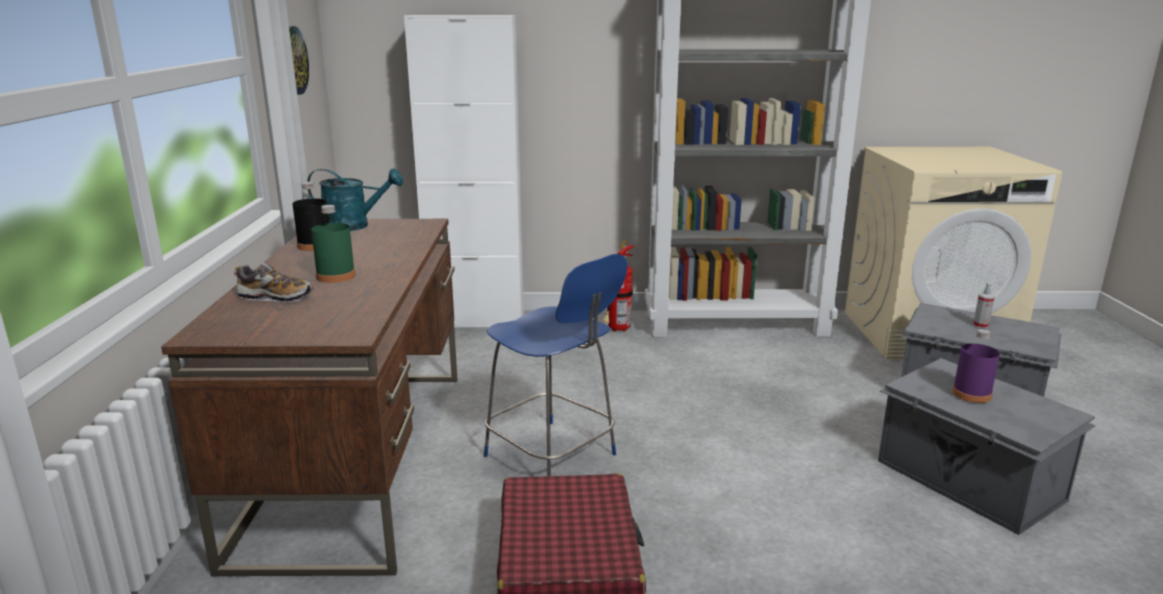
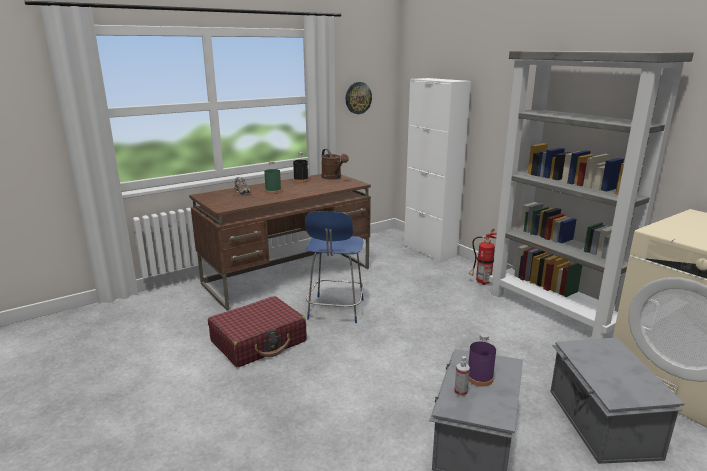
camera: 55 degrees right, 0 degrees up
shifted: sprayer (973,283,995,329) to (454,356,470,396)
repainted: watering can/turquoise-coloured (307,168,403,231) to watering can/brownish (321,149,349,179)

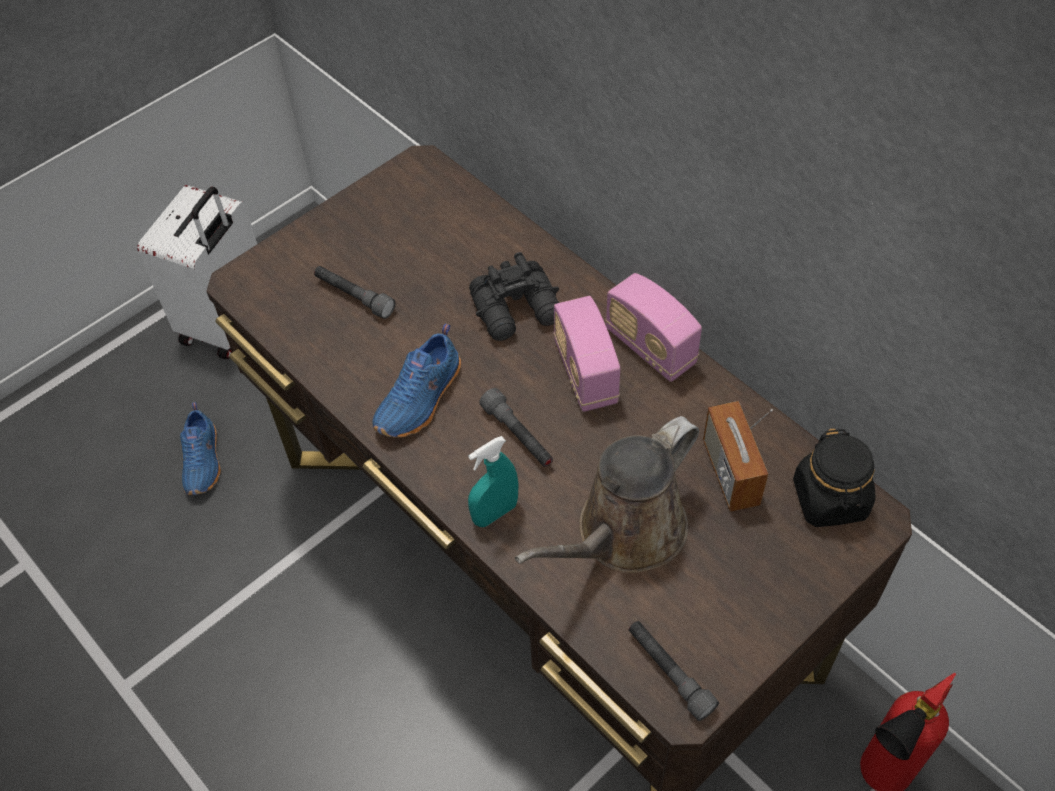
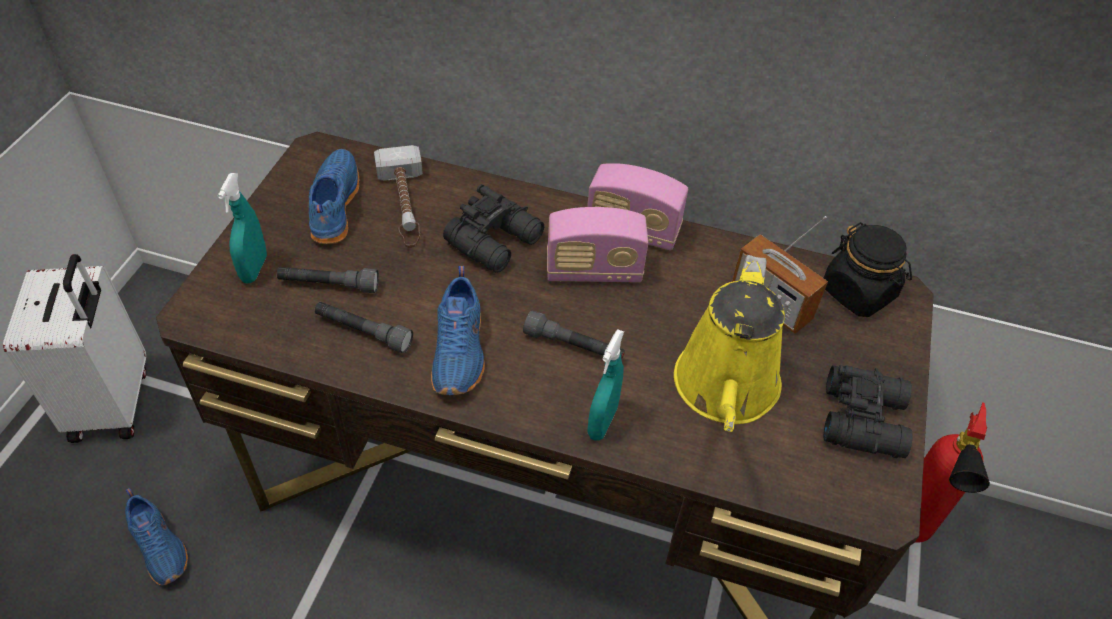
camera: 35 degrees left, 5 degrees down
new: sprayer/turquoise-coloured (218,173,267,284); shoe/blue (309,149,359,244); tool hammer (374,145,423,248); field glasses/black-coloured (823,365,913,458)
shifted: hand torch/grey (629,621,719,721) to (315,302,413,353)
repainted: watering can/brownish (515,416,699,573) to watering can/yellow (674,255,785,432)
rotated: radio receiver (554,296,620,412) = (547,207,648,283) 45 degrees counterclockwise

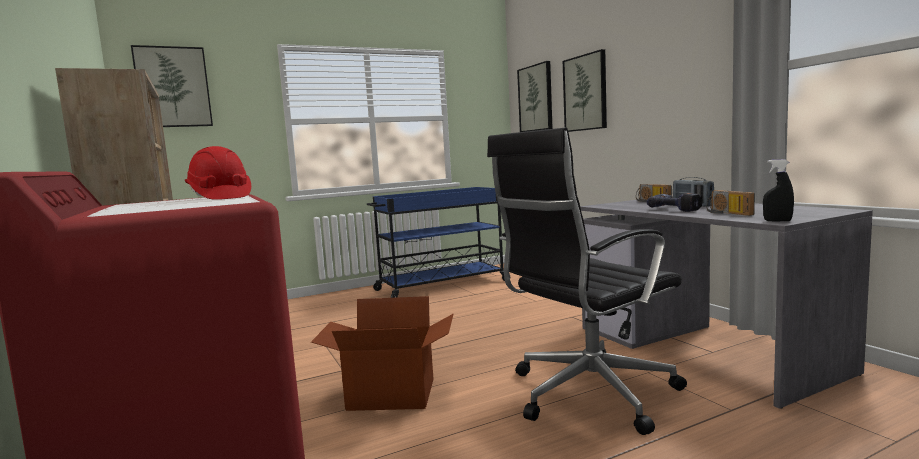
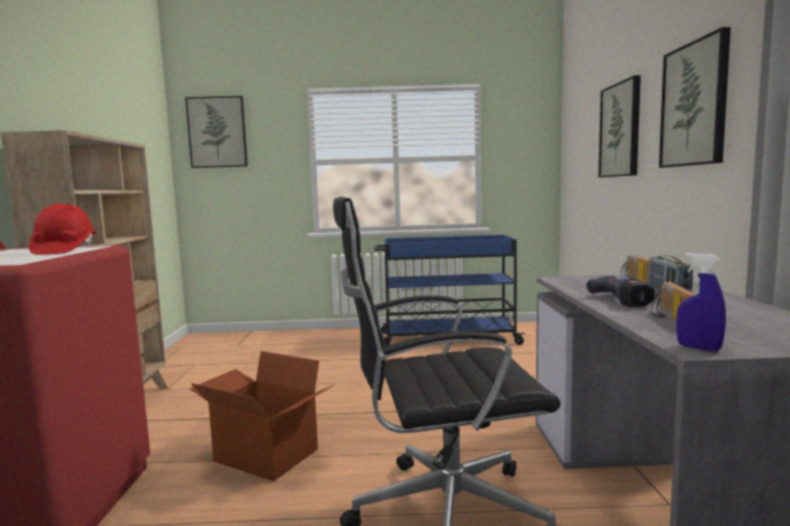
camera: 25 degrees right, 0 degrees up
shifted: wall picture (517,61,553,132) to (659,27,731,168)
repainted: sprayer/black-coloured (763,159,794,221) to sprayer/blue (677,253,726,351)

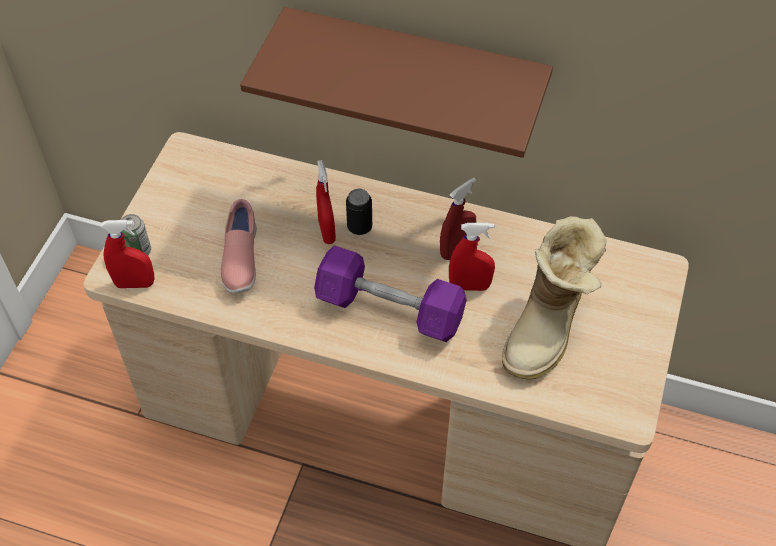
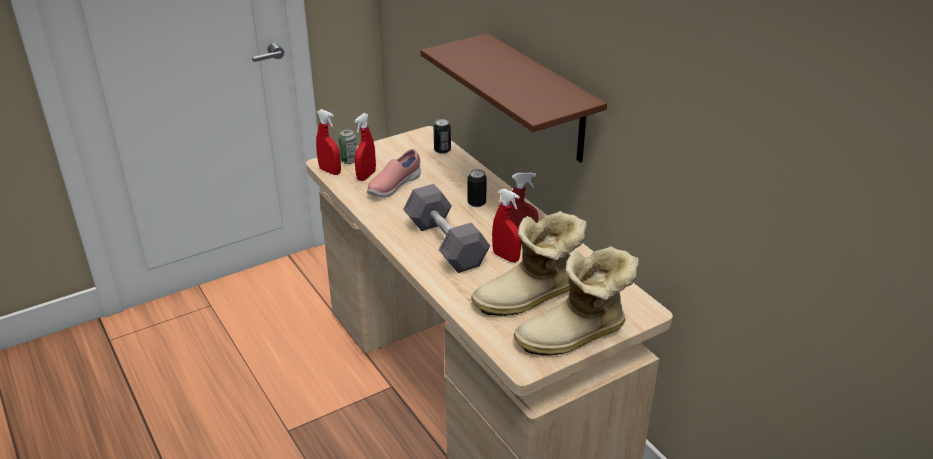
camera: 40 degrees right, 20 degrees down
new: sealed can (434,119,451,154); boot (514,246,639,356)
shifted: sprayer/red-coloured (316,160,336,244) to (355,113,376,181)
repainted: free weight/purplish (314,245,467,342) to free weight/grey (403,184,490,273)

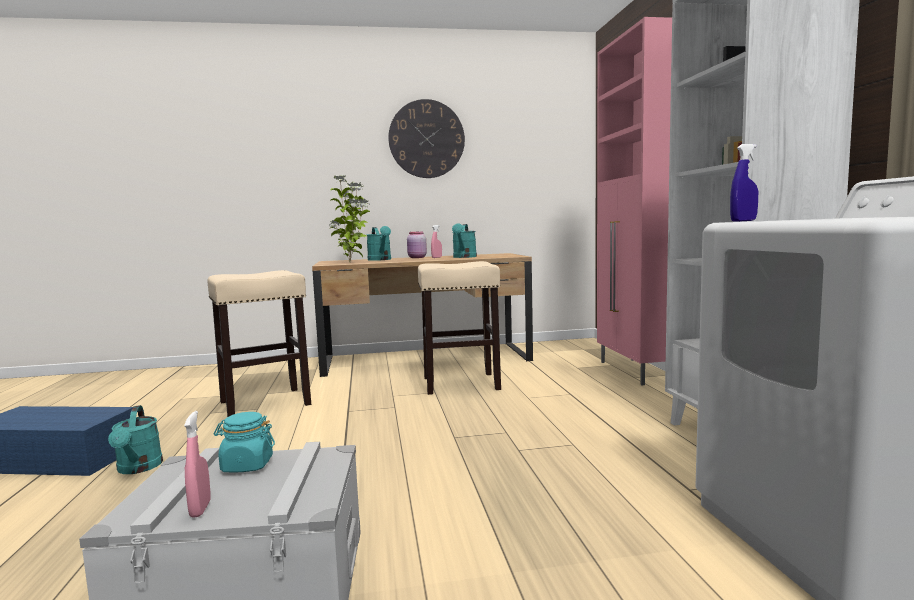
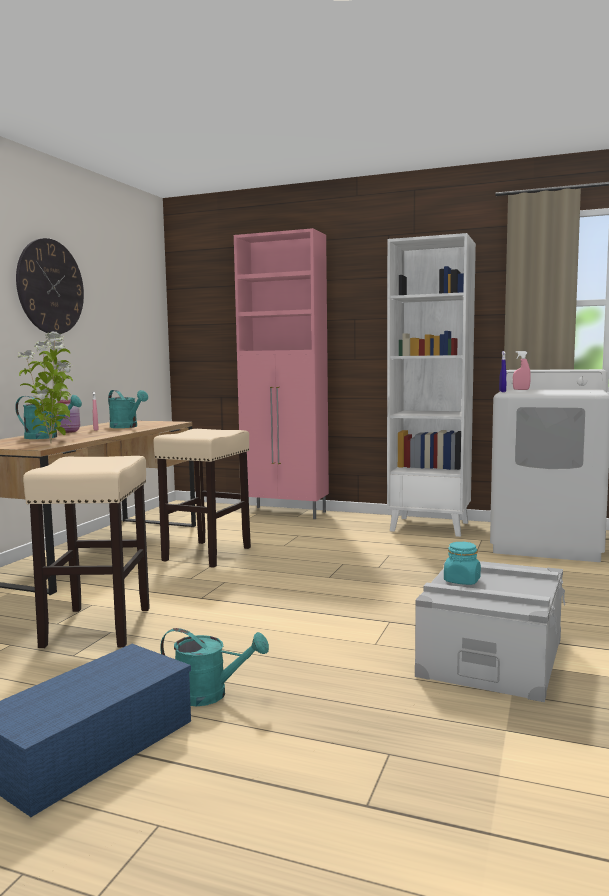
camera: 60 degrees left, 0 degrees up
shifted: sprayer/pink (184,411,211,518) to (513,351,531,390)

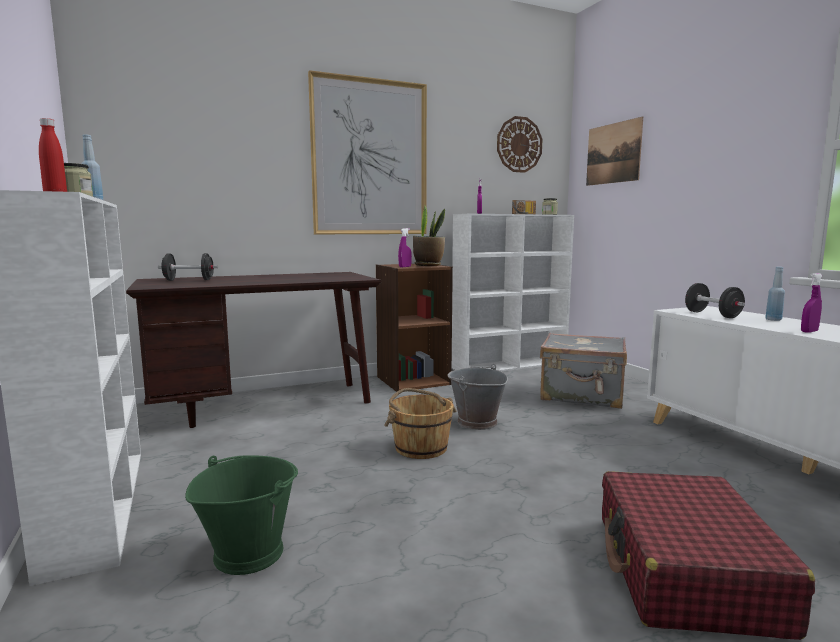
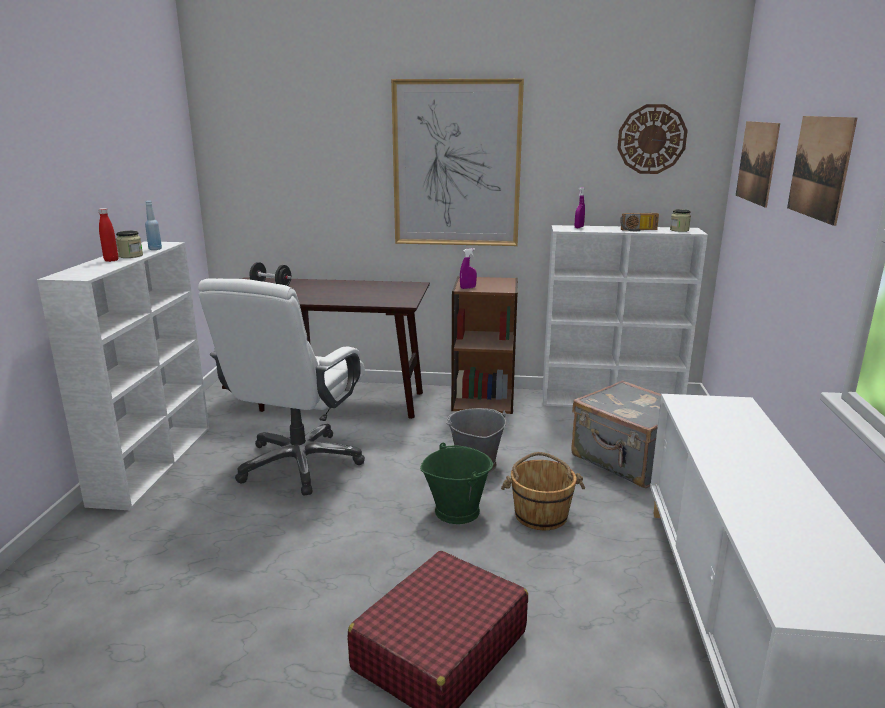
camera: 30 degrees right, 10 degrees up
gone: houseplant (413,205,445,266); free weight/black-coloured (685,283,745,318); drink bottle/blue (765,267,785,321); sprayer/purplish (801,273,822,333)
new: computer chair/whitish (198,279,365,496); wall picture (787,116,857,226)
shifted: pail/green-coloured (185,455,298,575) to (420,443,493,524); pail/brownish (384,388,456,459) to (501,452,585,530)

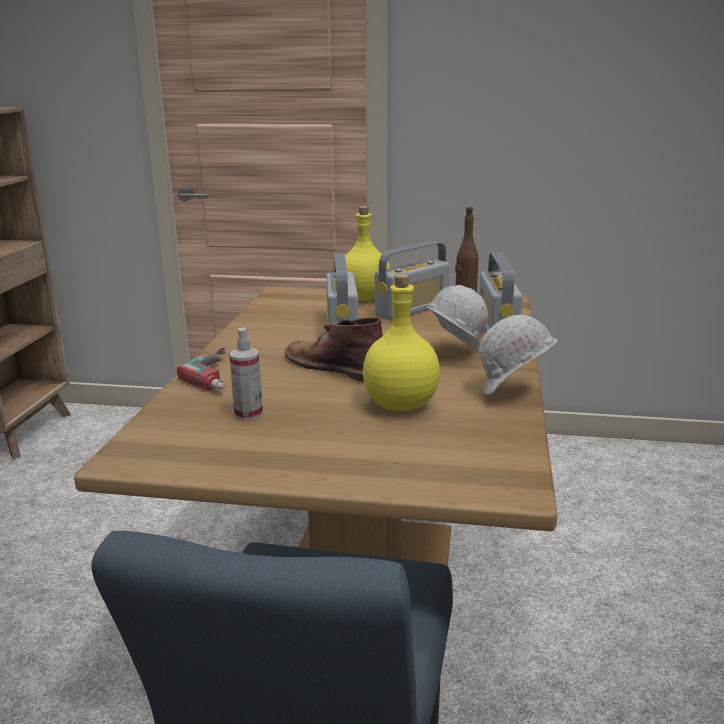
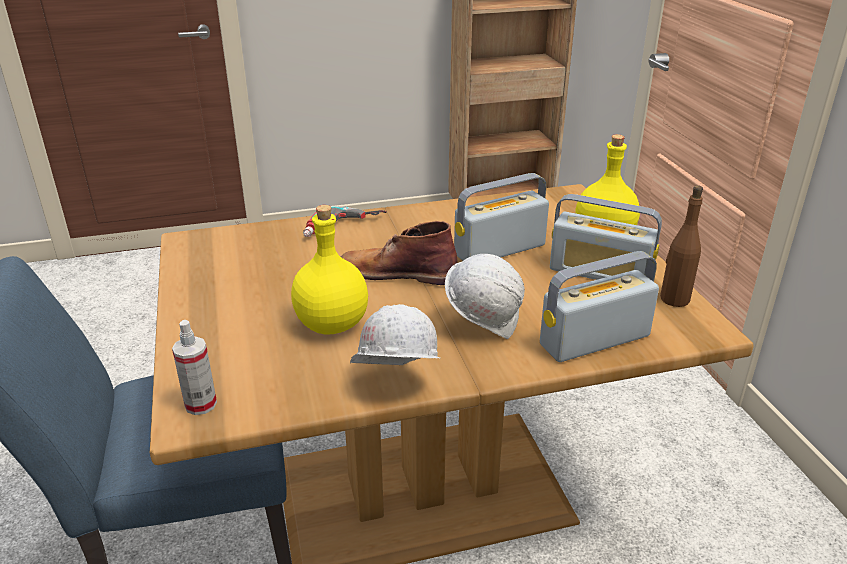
camera: 65 degrees right, 10 degrees up
shifted: sprayer (229,328,263,420) to (172,320,217,415)
rotated: boot/brownish (285,317,383,382) = (340,221,458,285) 90 degrees counterclockwise

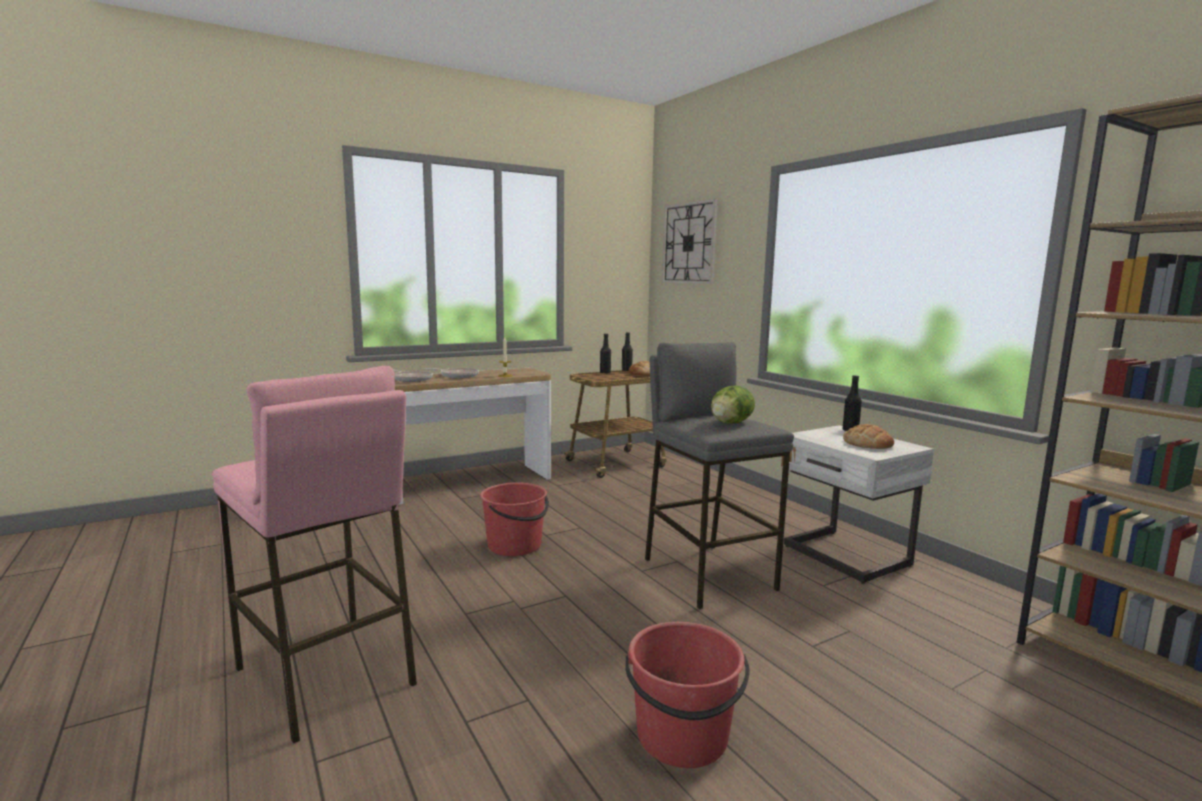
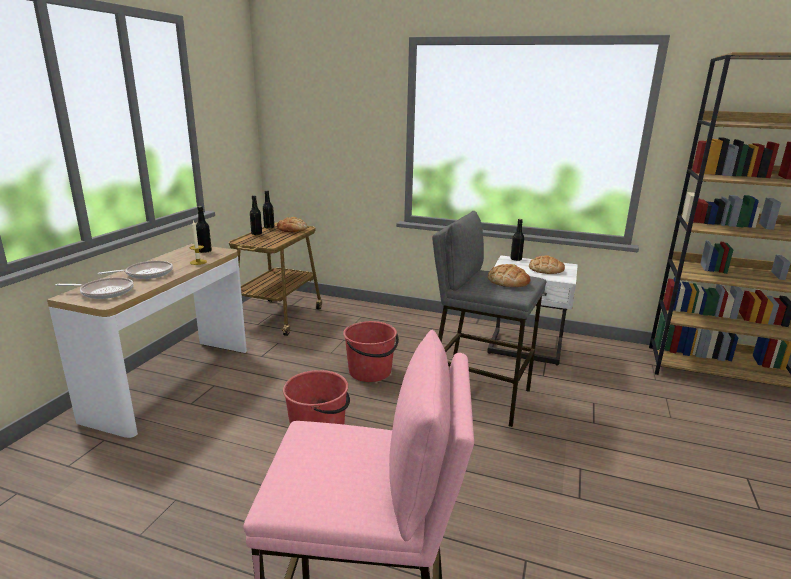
camera: 40 degrees left, 10 degrees up
gone: wall clock (662,199,718,284)
new: drink bottle/black-coloured (196,206,212,253)
shifted: pail/red-coloured (625,622,750,768) to (343,321,399,382)
swapped: head of lettuce (711,386,755,424) to baked bread (488,264,530,287)

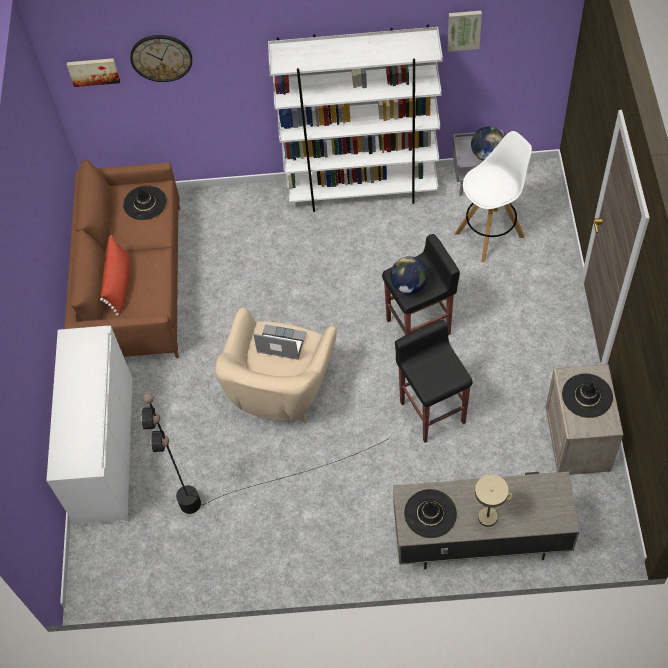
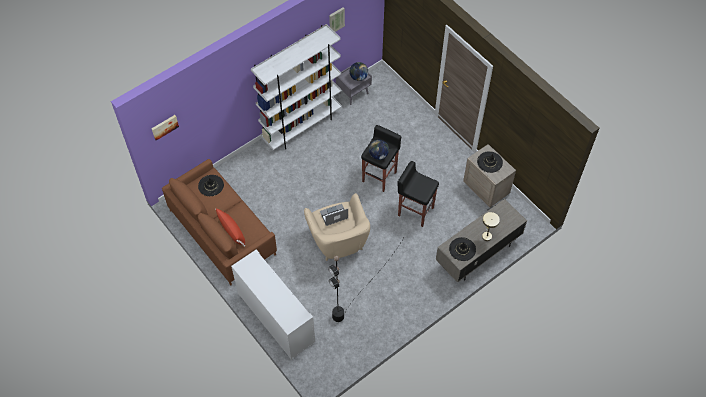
camera: 40 degrees left, 0 degrees up
gone: wall clock (130,35,192,82); stool seat/whitish (455,131,532,262)

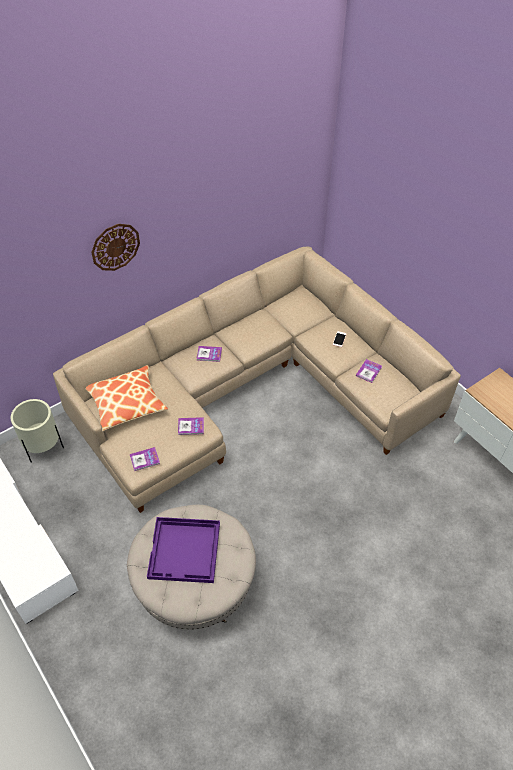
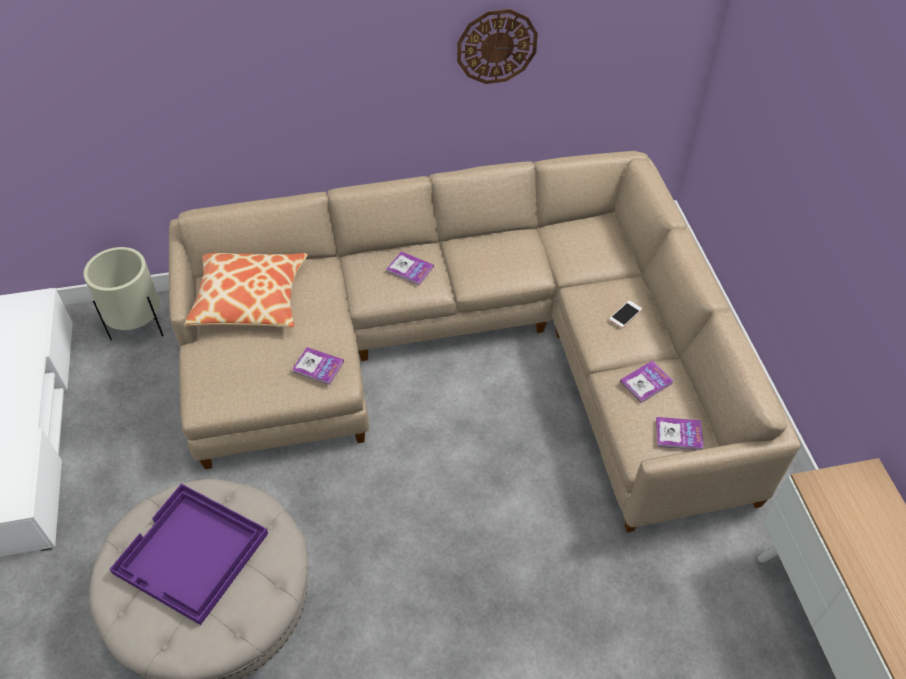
camera: 25 degrees right, 0 degrees up
shifted: wall clock (91,224,140,271) to (457,9,538,84); volume (130,447,160,471) to (656,417,704,450)

